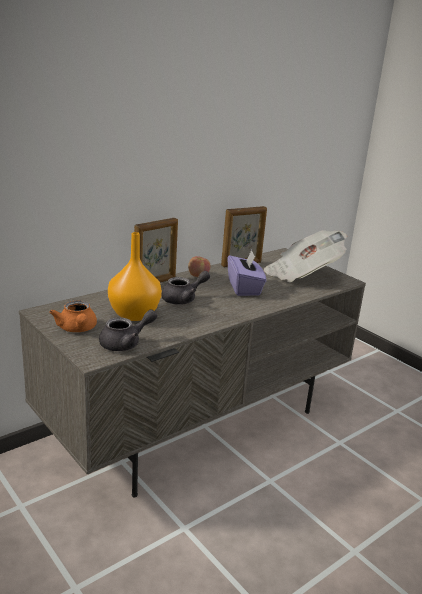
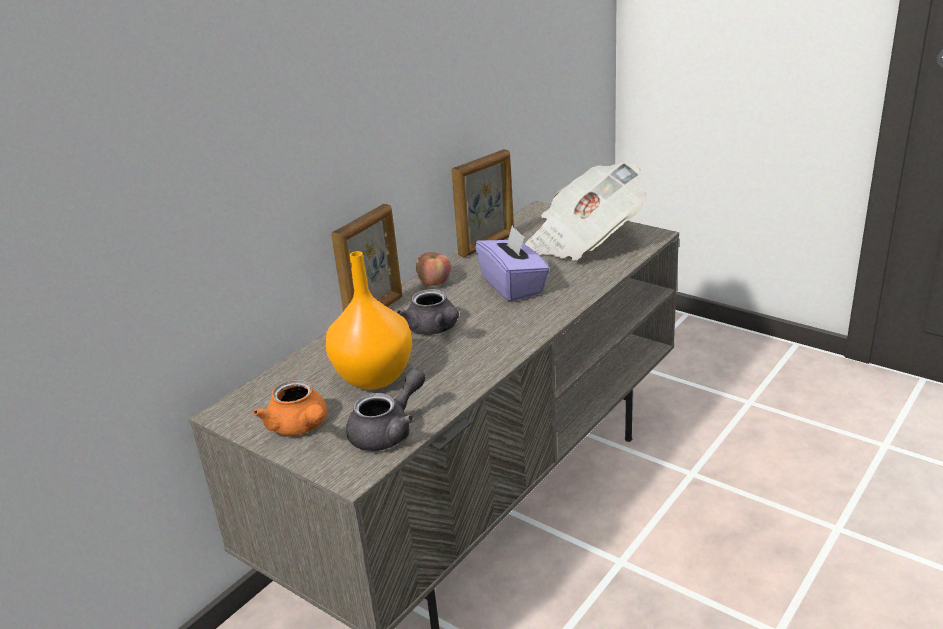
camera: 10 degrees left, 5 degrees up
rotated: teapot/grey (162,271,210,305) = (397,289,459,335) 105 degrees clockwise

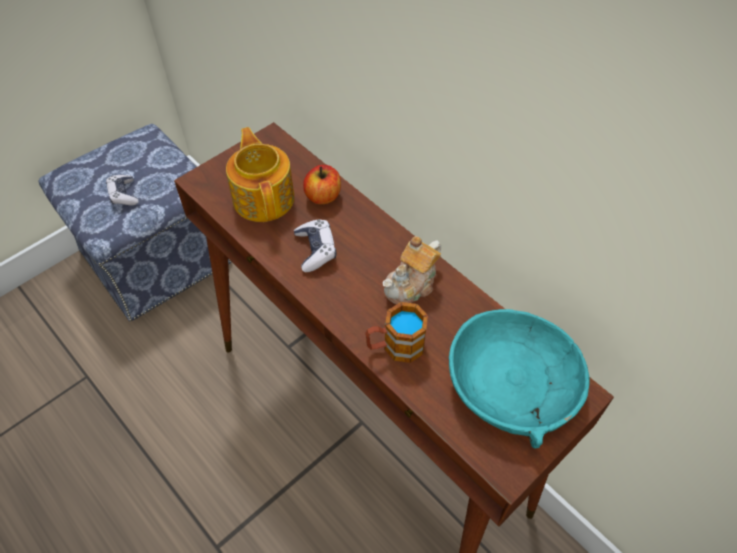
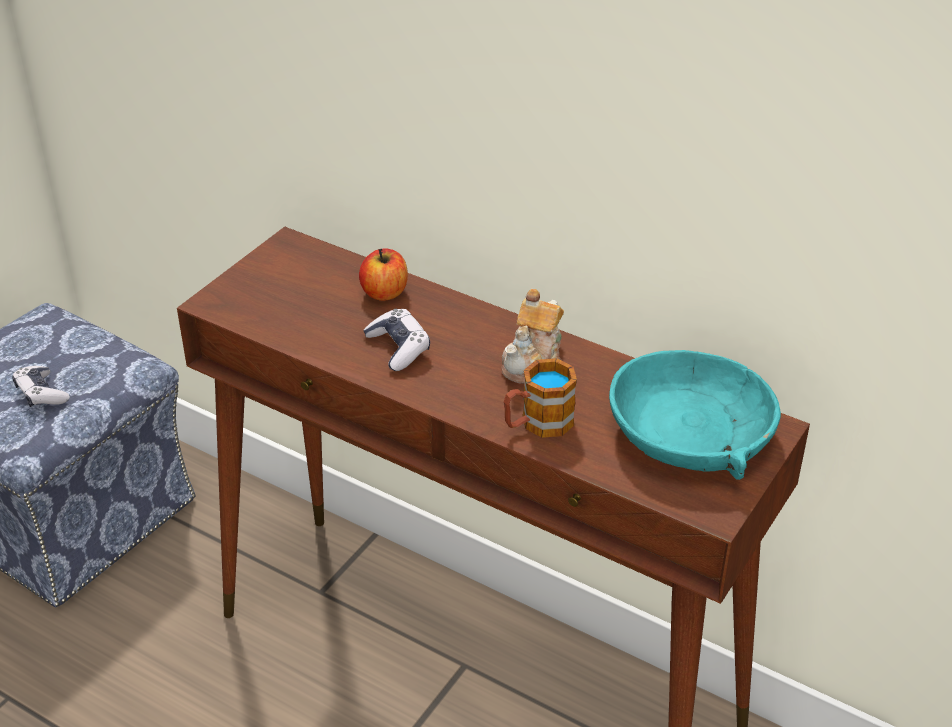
camera: 15 degrees left, 15 degrees down
gone: teapot (226,127,294,222)

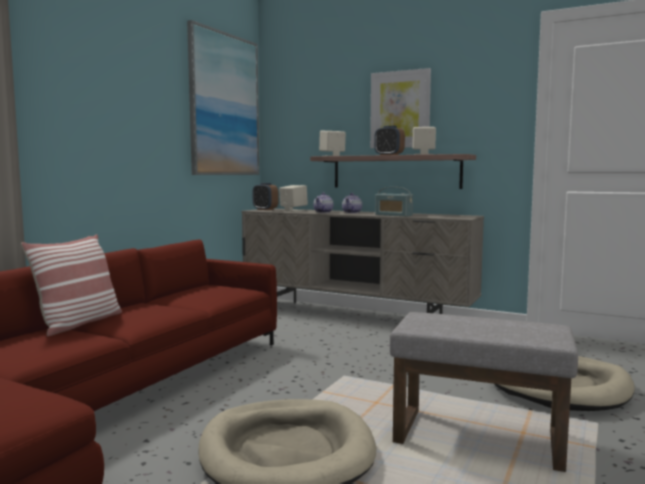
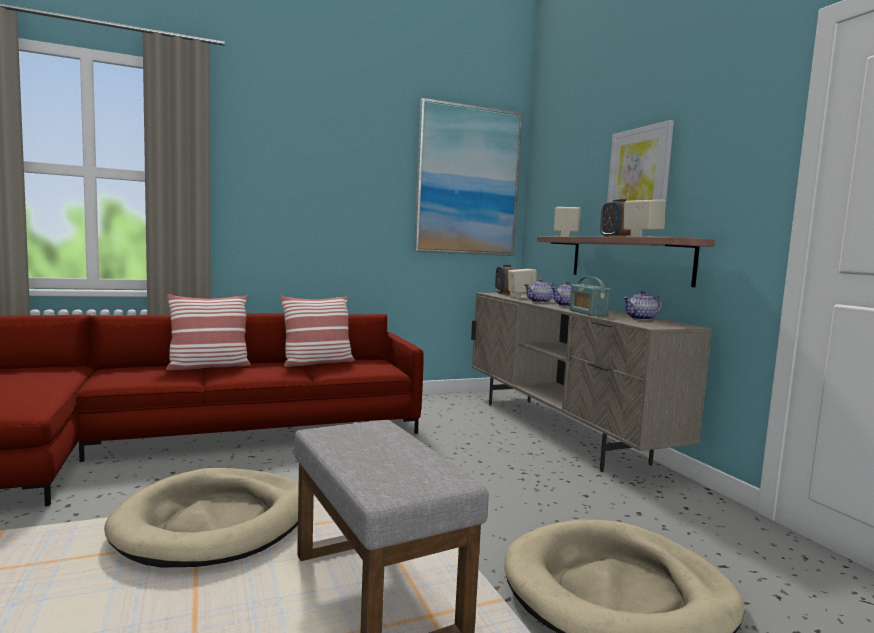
camera: 40 degrees right, 0 degrees up
new: pillow (280,295,355,367); teapot (623,290,662,320)

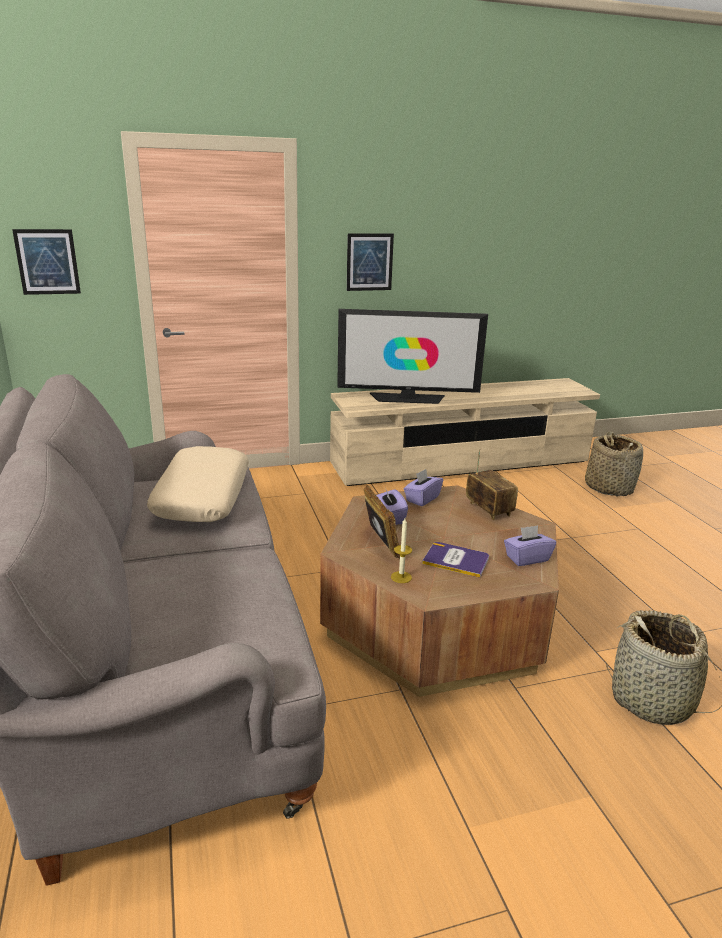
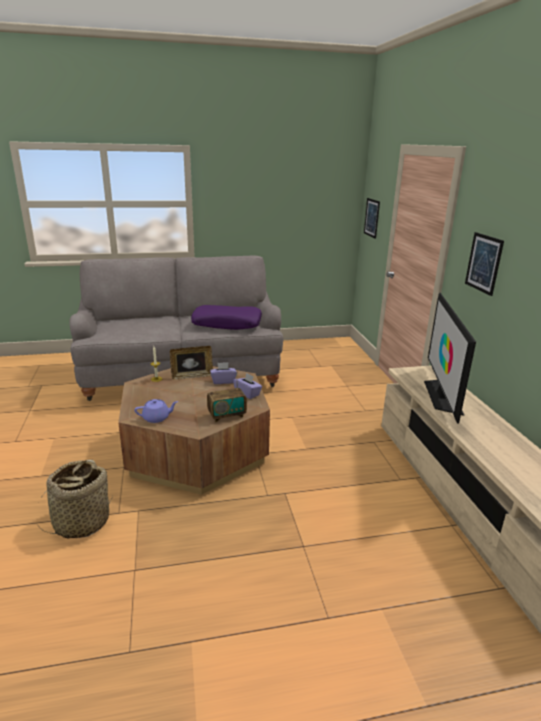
camera: 95 degrees right, 0 degrees up
gone: volume (422,542,489,578); basket (585,431,643,496)
swapped: tissue box/purplish (504,525,556,566) to teapot/purplish (134,399,178,423)
repainted: pillow/beige-coloured (147,446,249,522) to pillow/purplish (191,305,262,330)

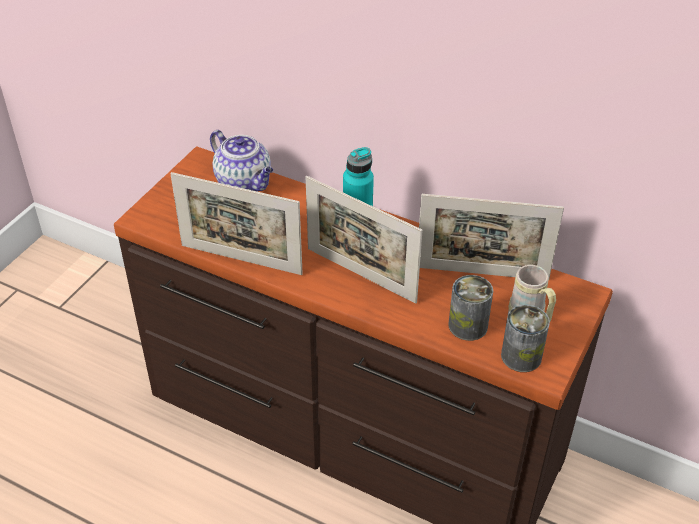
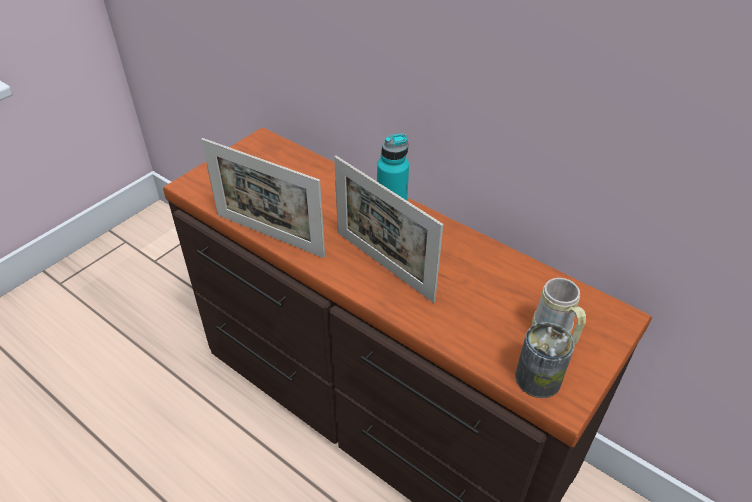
camera: 10 degrees right, 0 degrees up
gone: teapot (210,130,273,192); standing frame (419,194,564,281); sealed can (448,275,493,341)

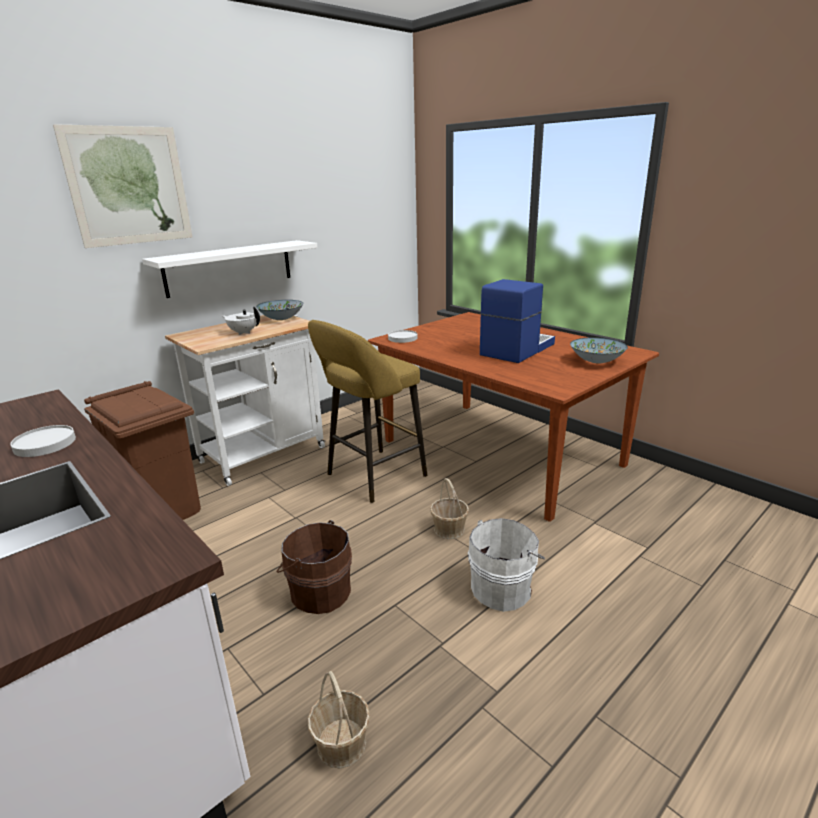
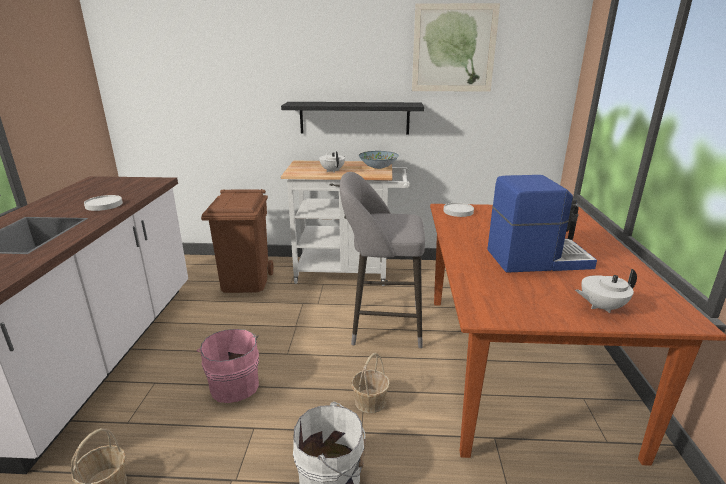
camera: 45 degrees right, 0 degrees up
shifted: wall picture (53,124,193,248) to (412,3,500,92)
swapped: bowl (570,337,628,364) to teapot/whitish (575,268,637,313)
repainted: pail/brownish (276,520,352,614) to pail/pink (196,329,259,403); bracket shelf/whitish (142,240,317,298) to bracket shelf/black-coloured (281,102,424,134); stool seat/yellow (308,320,427,503) to stool seat/grey (340,172,425,348)

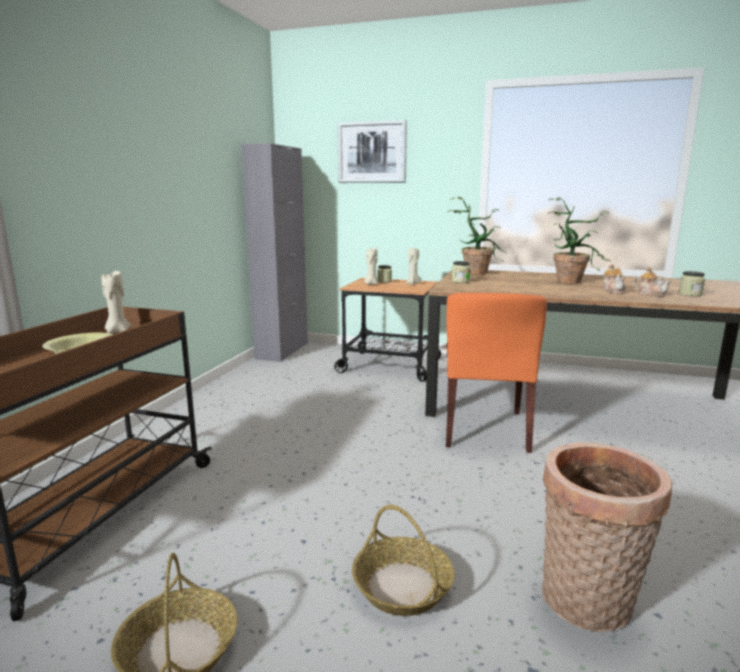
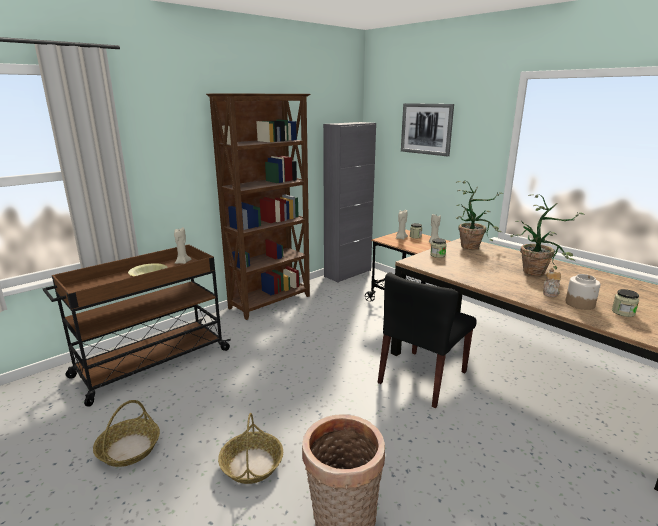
camera: 30 degrees right, 5 degrees up
new: bookshelf/brownish (206,93,311,320)
swapped: teapot (634,267,671,297) to jar (566,274,600,310)
repainted: plain chair/orangey (446,293,547,453) to plain chair/black-coloured (378,272,477,408)

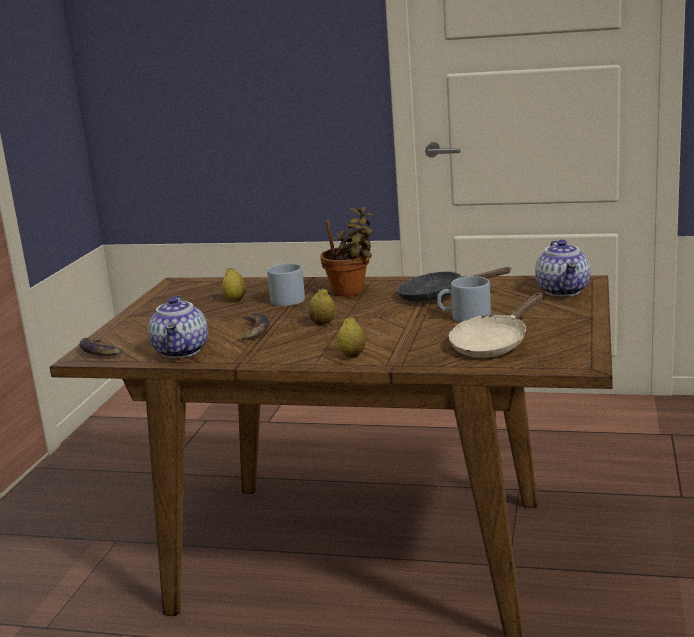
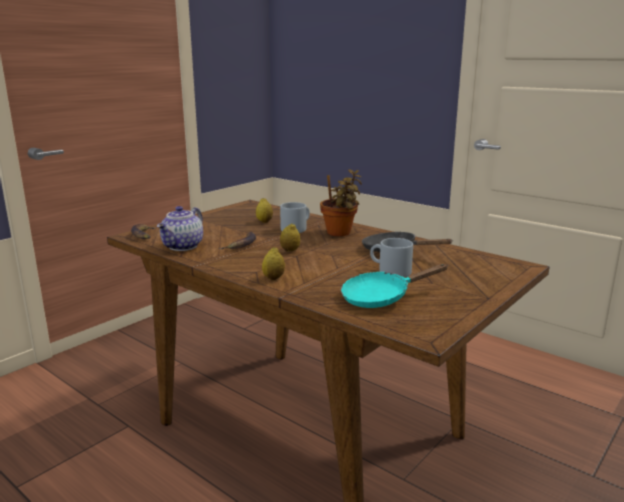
camera: 25 degrees right, 0 degrees up
gone: teapot (535,240,590,297)
repainted: skillet/beige-coloured (449,293,543,358) to skillet/turquoise-coloured (341,264,448,308)

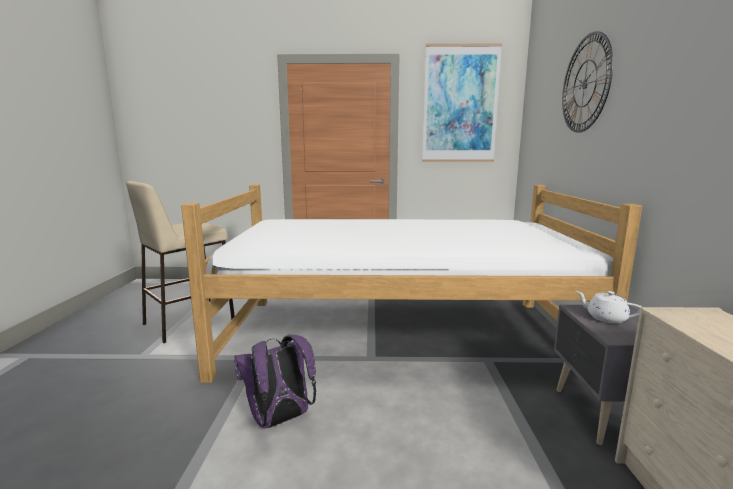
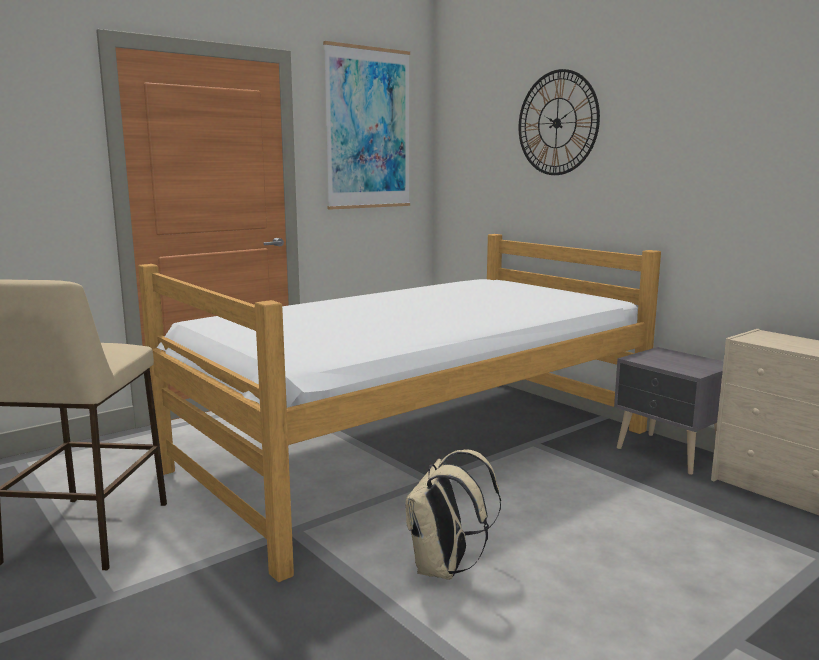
camera: 40 degrees left, 0 degrees up
gone: teapot/whitish (575,291,642,324)
repainted: backpack/purplish (234,334,316,428) to backpack/beige-coloured (405,449,501,580)

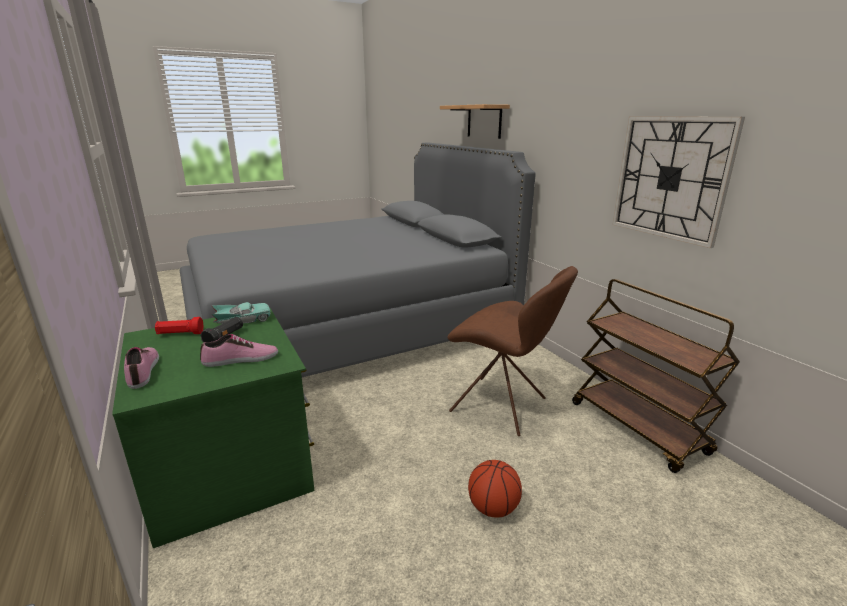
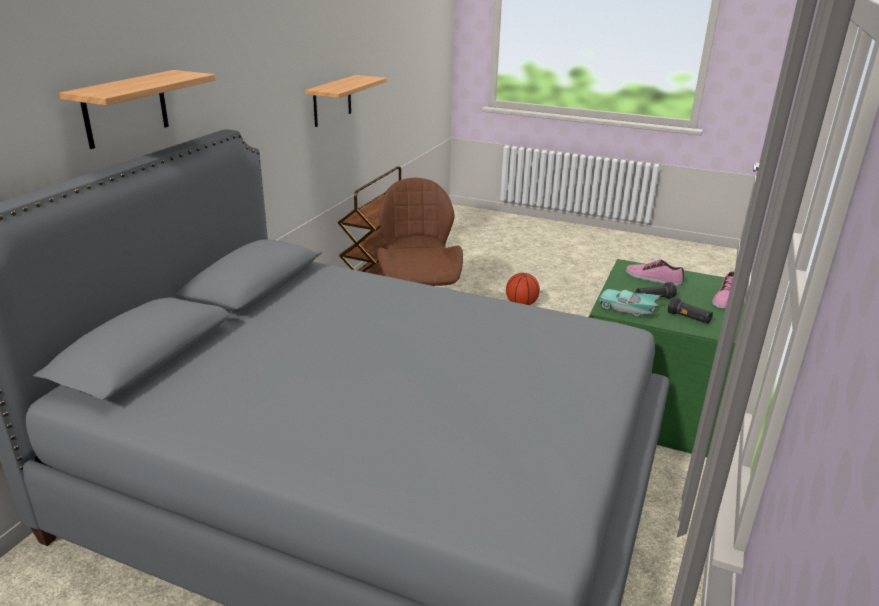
camera: 130 degrees left, 5 degrees up
swapped: wall clock (612,116,745,248) to bracket shelf (305,75,387,127)
repainted: hand torch/red-coloured (155,317,203,334) to hand torch/black-coloured (668,297,713,324)

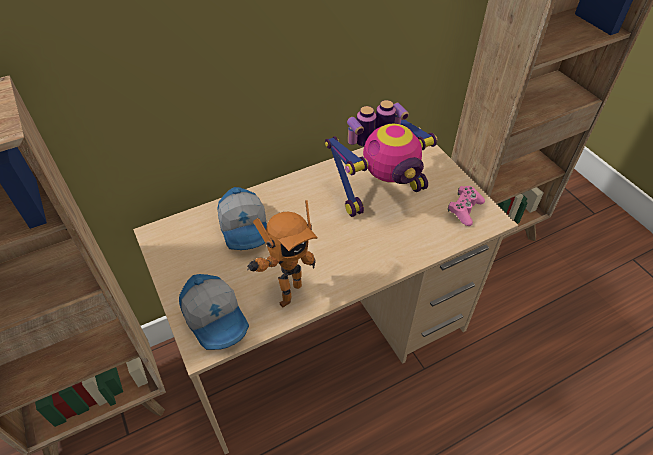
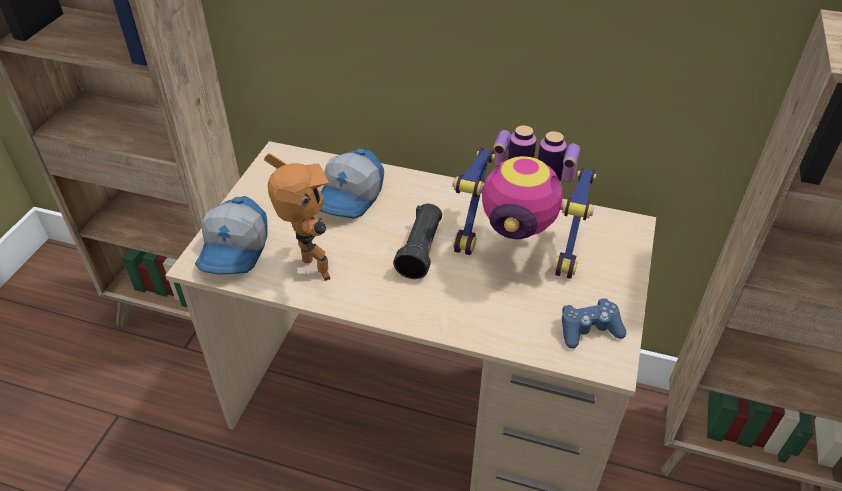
camera: 45 degrees right, 5 degrees down
new: hand torch/black-coloured (393,204,442,279)
repainted: joypad/pink (448,186,485,226) to joypad/blue (562,298,626,349)
rotated: robot figure (247,200,318,308) = (264,153,330,281) 120 degrees counterclockwise

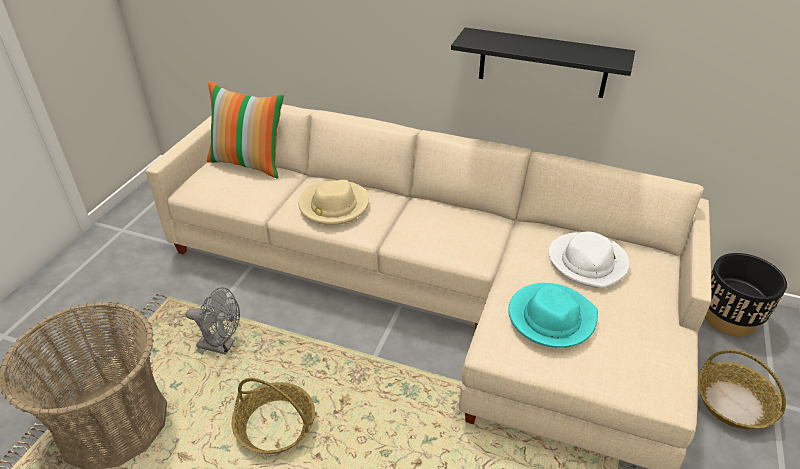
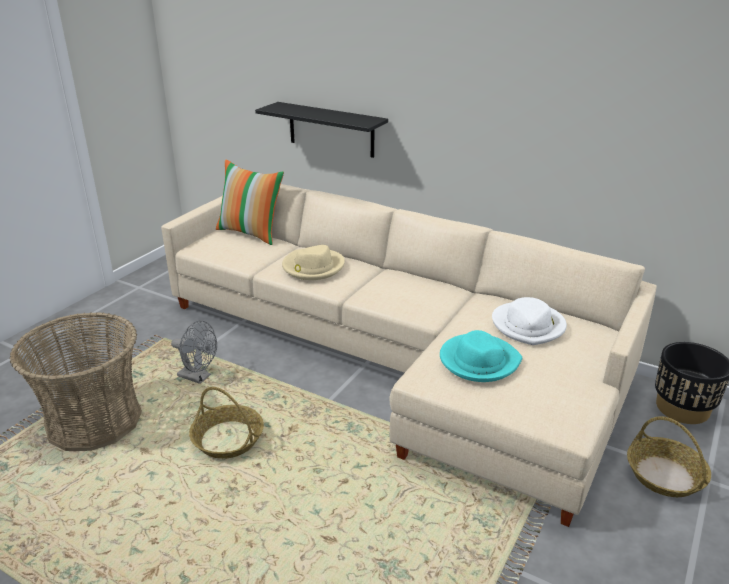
camera: 10 degrees right, 10 degrees down
shifted: bracket shelf/black-coloured (451,27,635,98) to (255,102,388,158)

